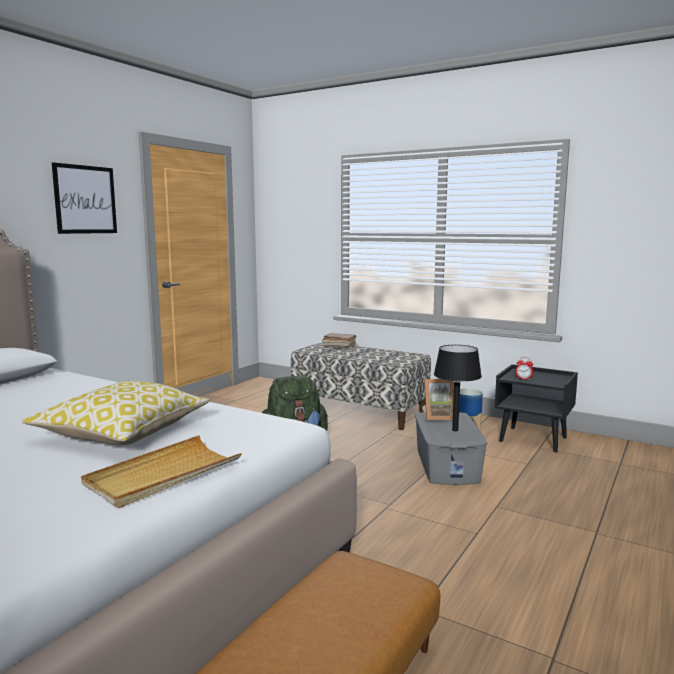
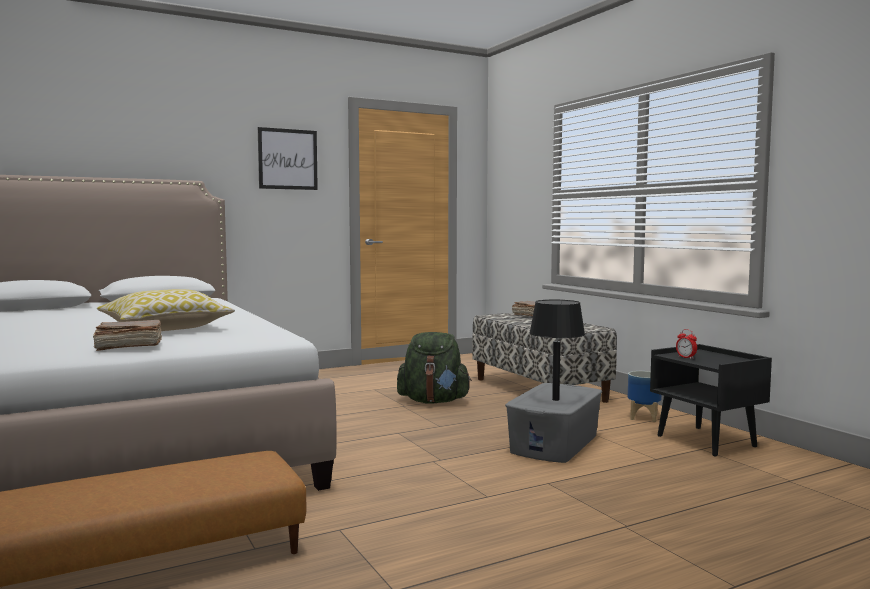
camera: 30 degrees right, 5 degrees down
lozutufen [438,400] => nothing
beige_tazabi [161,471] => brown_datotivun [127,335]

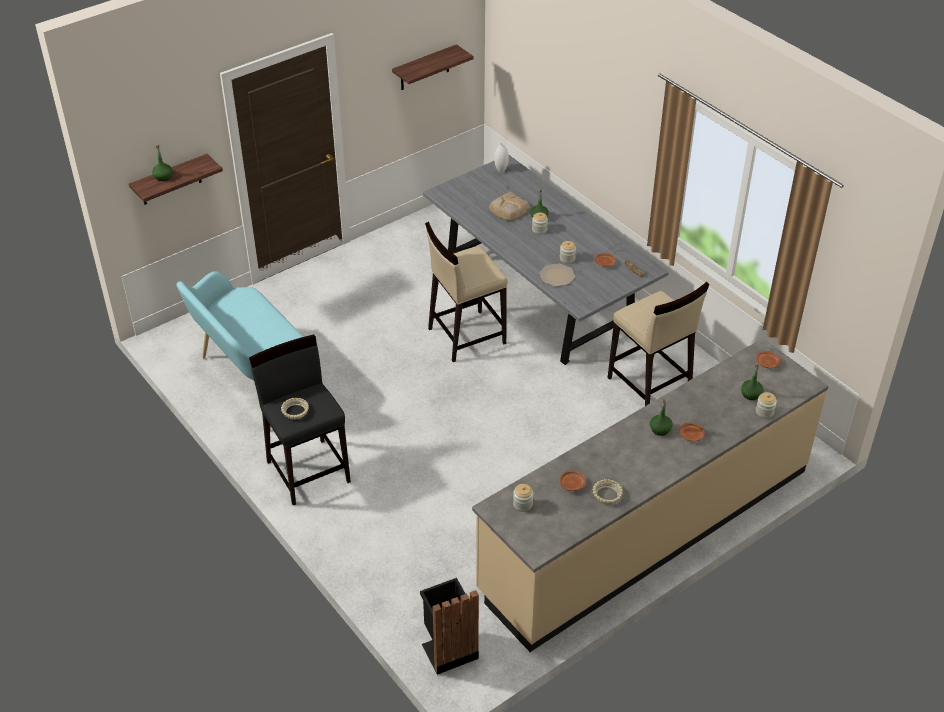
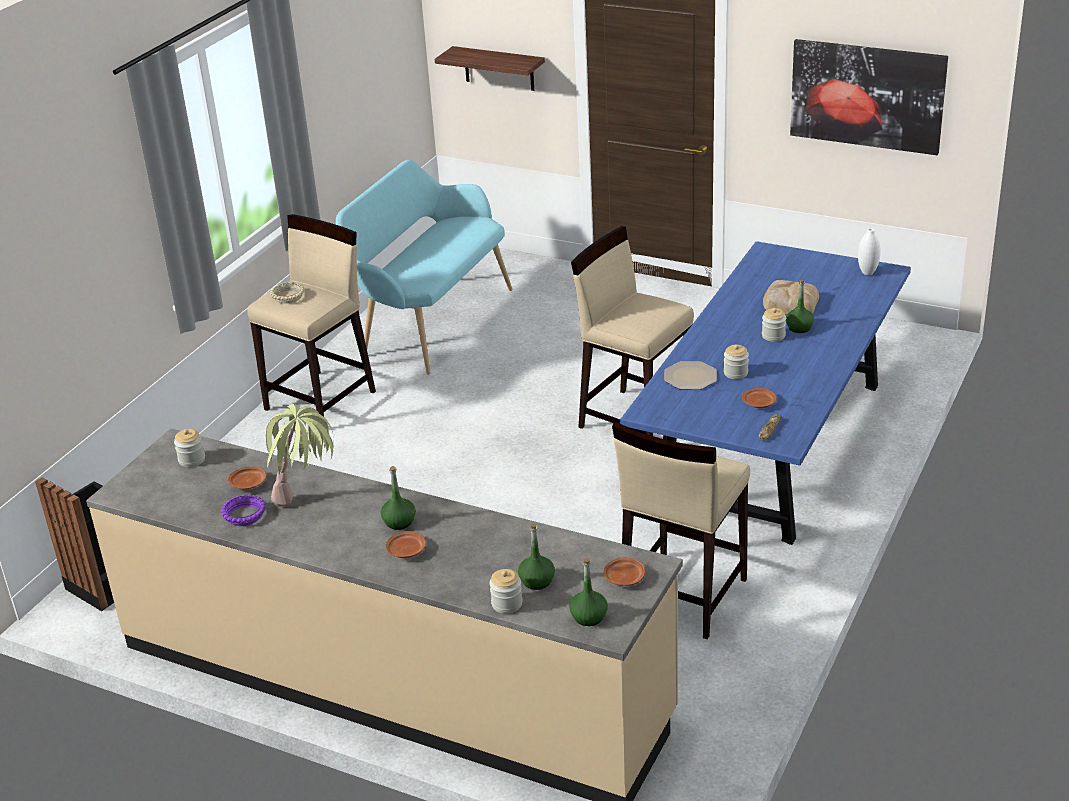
camera: 65 degrees right, 10 degrees down
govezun [433,67] => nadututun [869,97]
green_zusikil [162,163] => green_zusikil [588,592], moved
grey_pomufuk [546,260] => blue_pomufuk [765,393]
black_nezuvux [300,419] => beige_nezuvux [311,315]
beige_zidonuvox [607,491] => purple_zidonuvox [243,510]
nothing => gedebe [299,455]

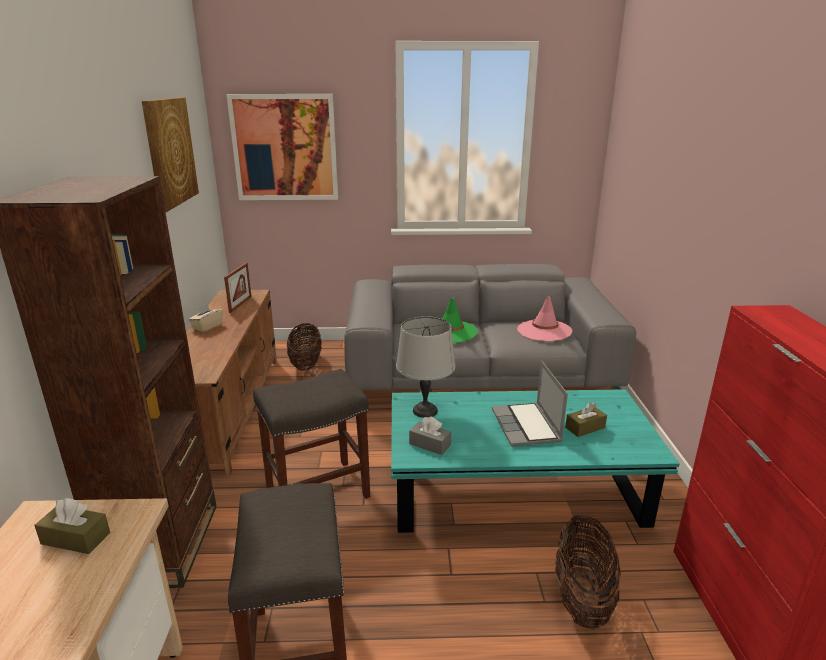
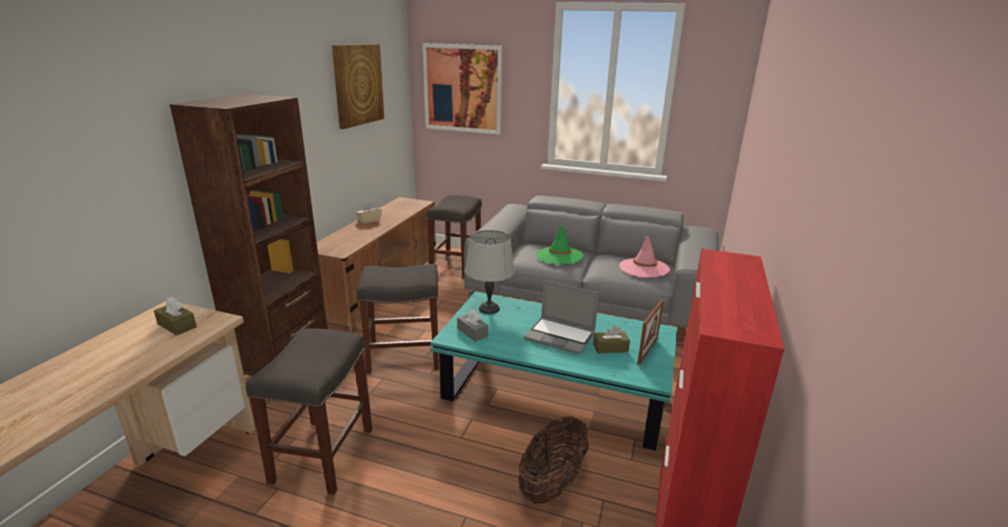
camera: 20 degrees right, 0 degrees up
lozutufen [238,288] => lozutufen [650,332], moved
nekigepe [304,347] => grey_nezuvux [454,237]
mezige [530,403] => mezige [561,317], 75 degrees counterclockwise

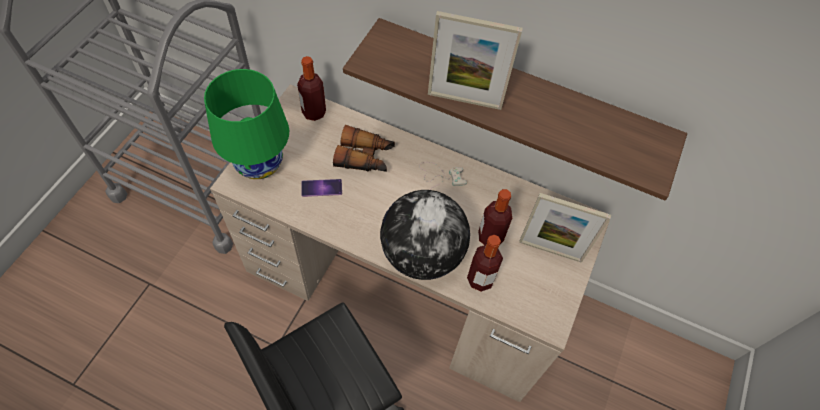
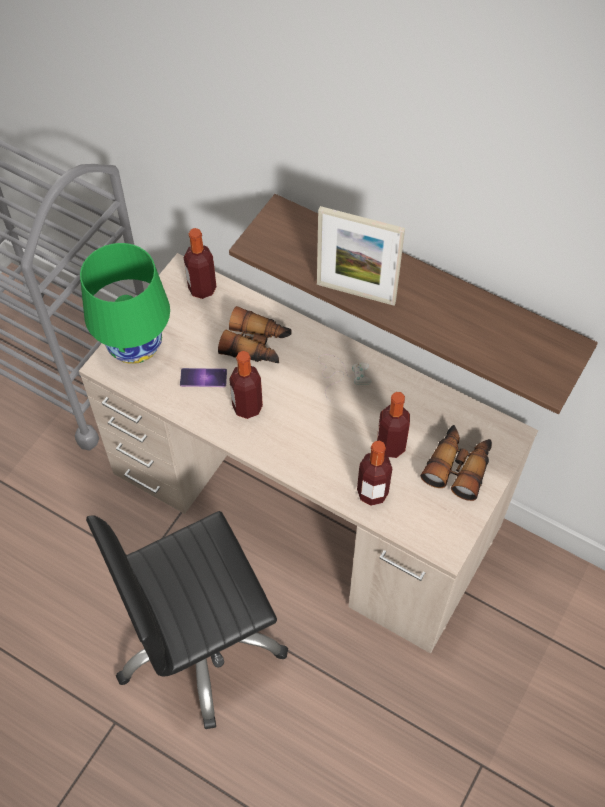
camera: 10 degrees right, 0 degrees up
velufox [425,235] => nothing
lozutufen [565,228] => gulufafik [456,463]
nothing => zusikil [246,385]

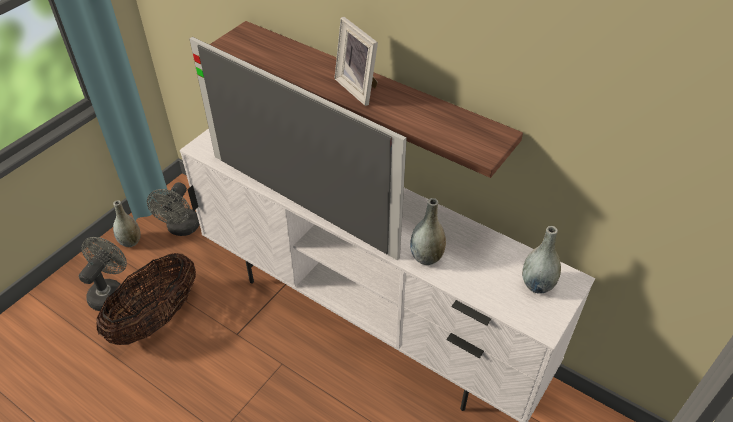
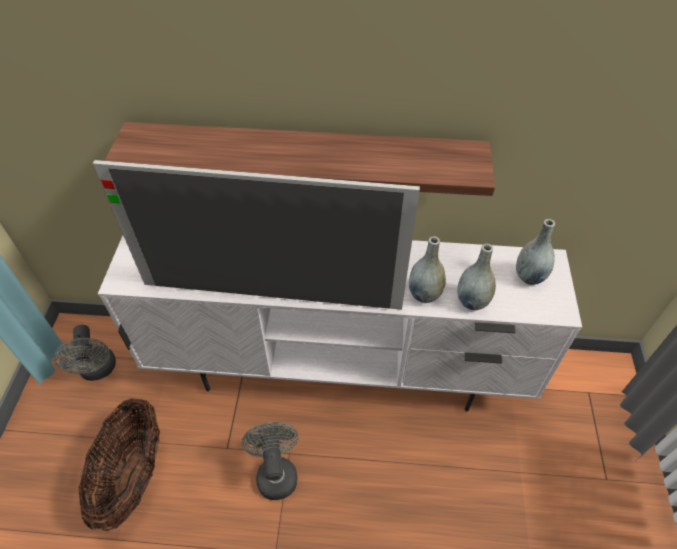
camera: 30 degrees left, 5 degrees up
lozutufen [356,61] => nothing
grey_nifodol [127,223] => grey_nifodol [476,277], moved
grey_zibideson [103,274] => grey_zibideson [270,461], moved

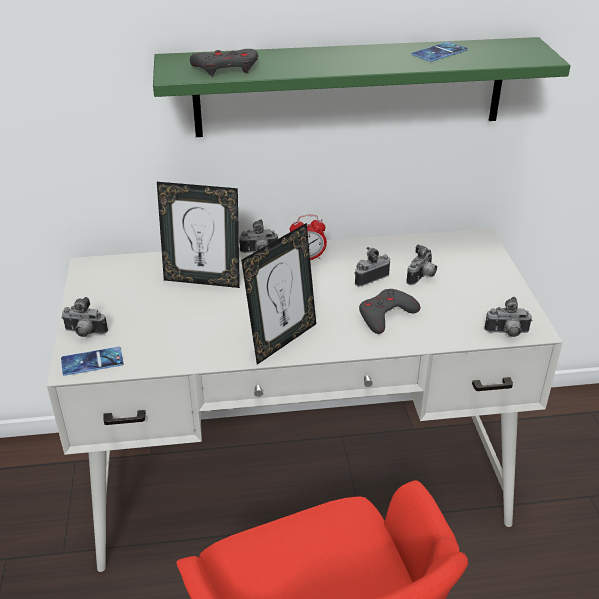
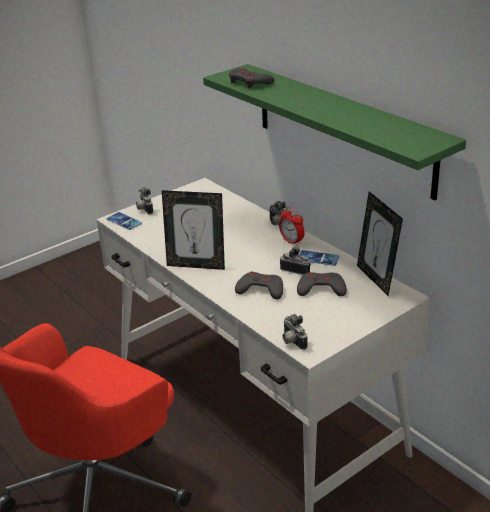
camera: 60 degrees right, 5 degrees down
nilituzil [440,52] => nilituzil [319,258], moved
lozutufen [198,235] => lozutufen [380,243], moved
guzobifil [421,264] => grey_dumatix [322,284]

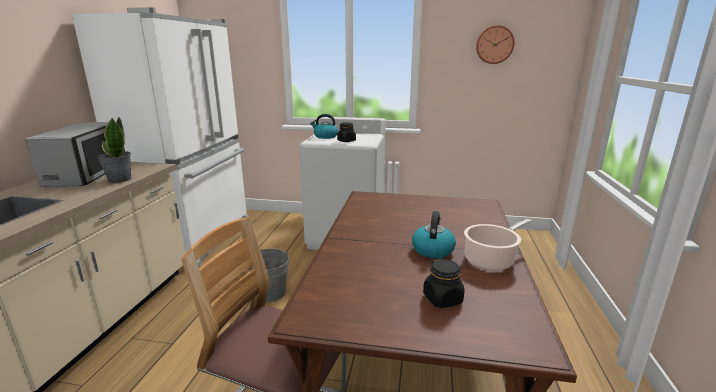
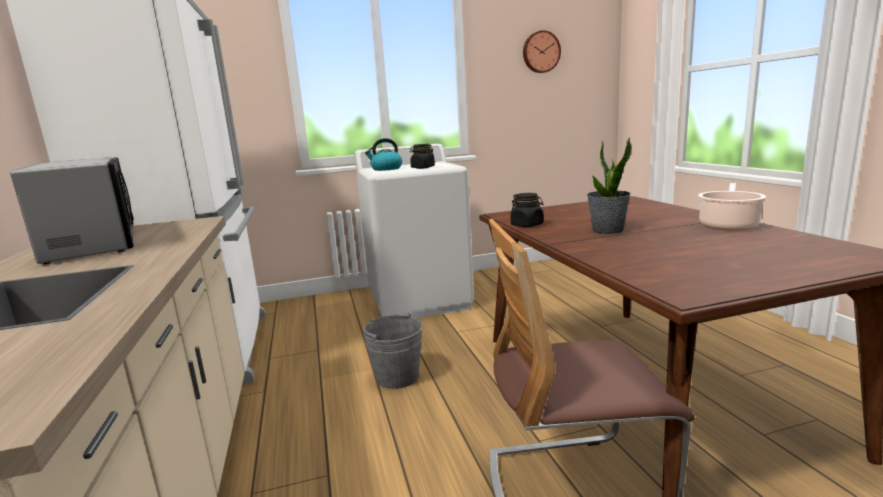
camera: 25 degrees left, 5 degrees down
gedebe [114,150] => gedebe [609,185], moved
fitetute [434,234] => nothing
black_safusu [444,283] => black_safusu [527,210], moved

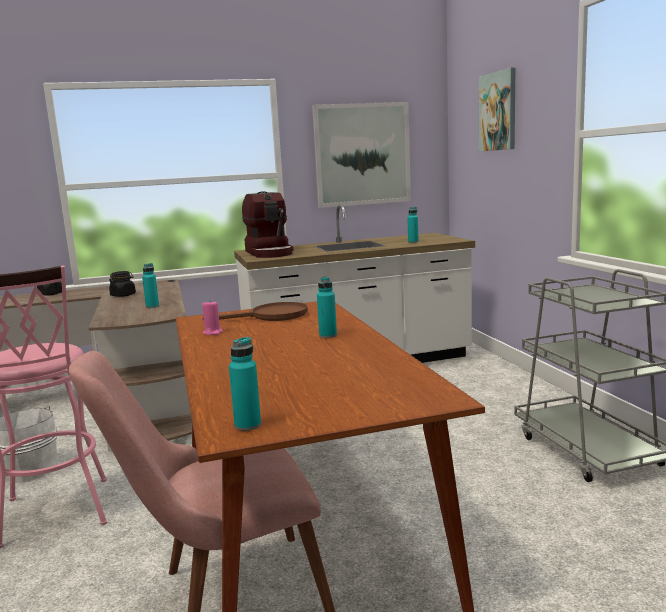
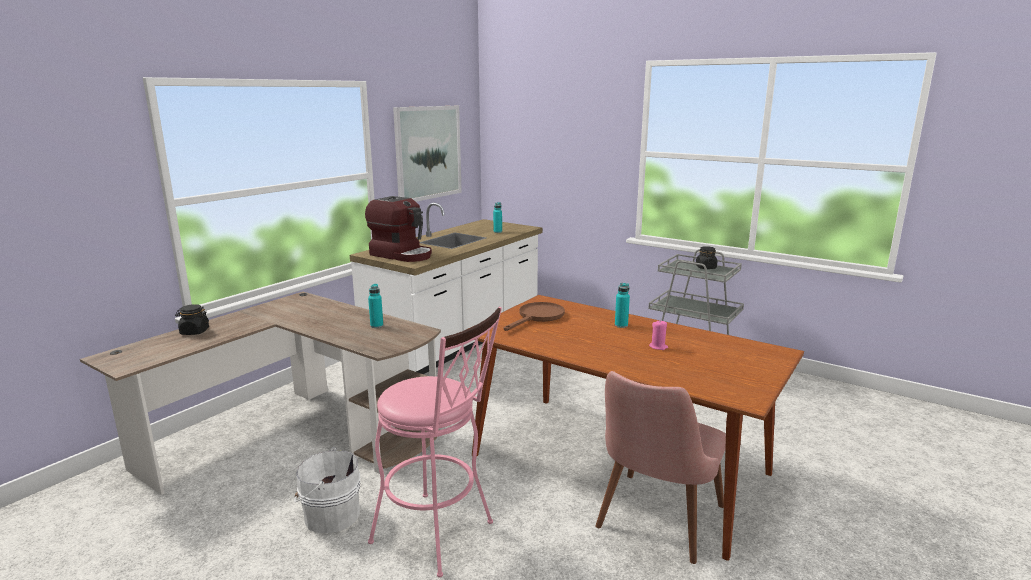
camera: 40 degrees left, 5 degrees up
nadututun [497,109] => nothing
black_safusu [122,284] => black_safusu [706,257], moved
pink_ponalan [212,318] => pink_ponalan [658,335], moved
turquoise_zusikil [245,384] => nothing

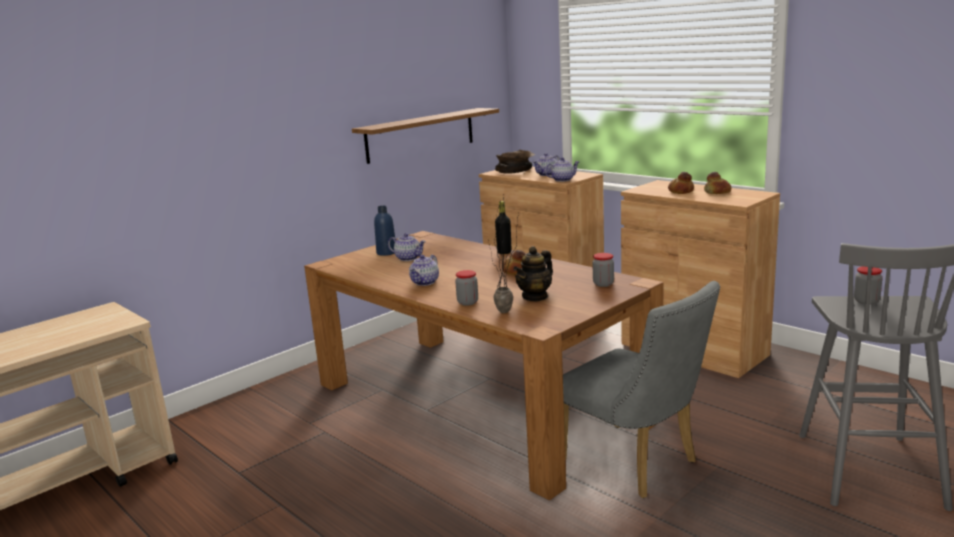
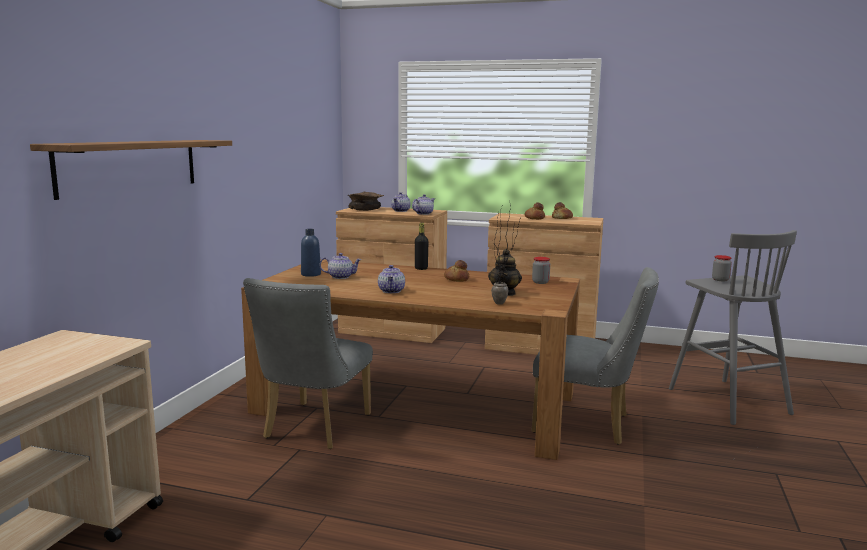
camera: 30 degrees left, 5 degrees down
govezun [425,136] => govezun [131,170], moved
safusu [466,288] => nothing
nothing => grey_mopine [308,363]

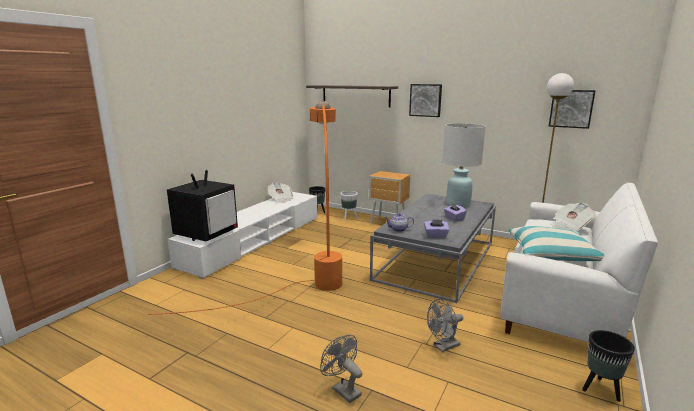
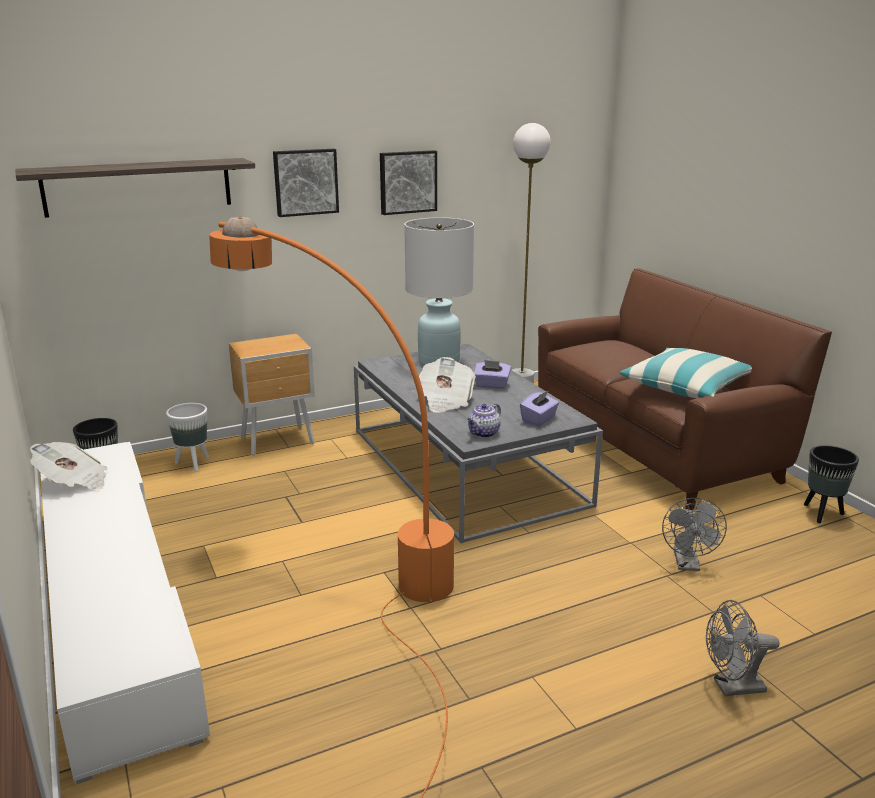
camera: 55 degrees left, 5 degrees up
nadututun [572,109] => nadututun [408,182], moved
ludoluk [202,206] => nothing
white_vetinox [579,262] => brown_vetinox [685,389]
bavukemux [574,217] => bavukemux [447,385], moved

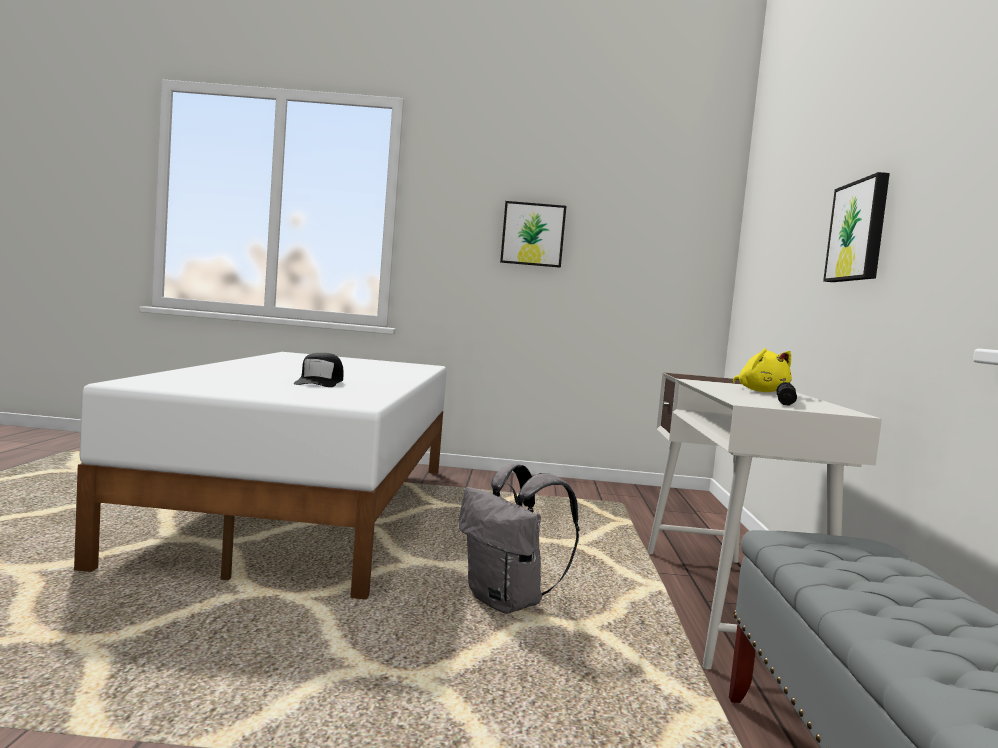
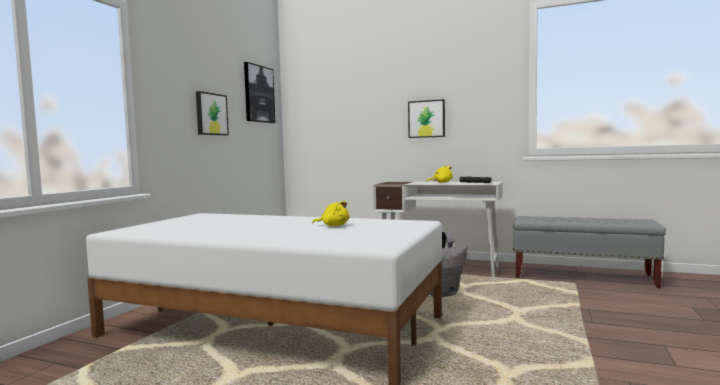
camera: 70 degrees left, 0 degrees up
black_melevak [318,370] => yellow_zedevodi [330,213]
nothing => nadututun [259,92]

